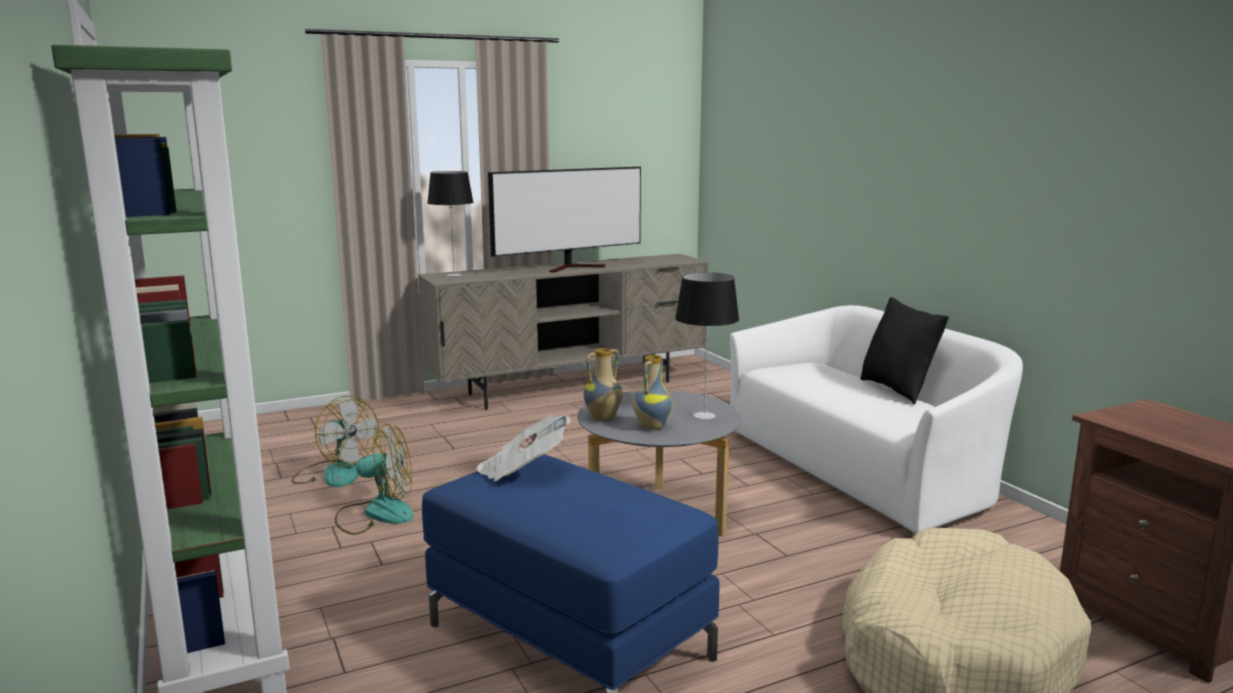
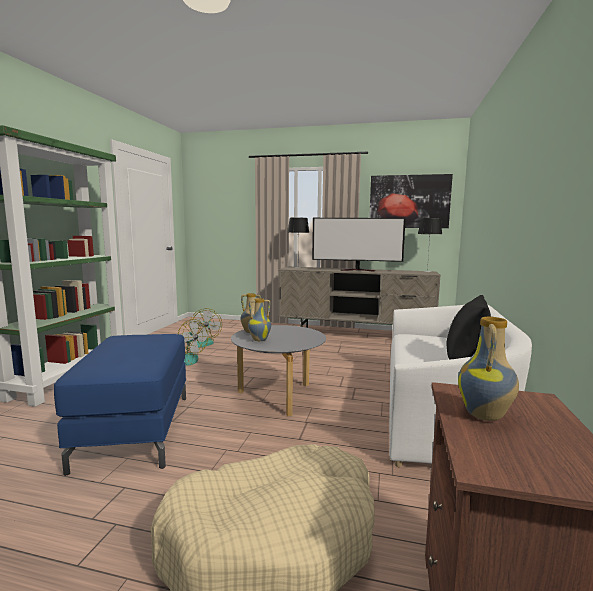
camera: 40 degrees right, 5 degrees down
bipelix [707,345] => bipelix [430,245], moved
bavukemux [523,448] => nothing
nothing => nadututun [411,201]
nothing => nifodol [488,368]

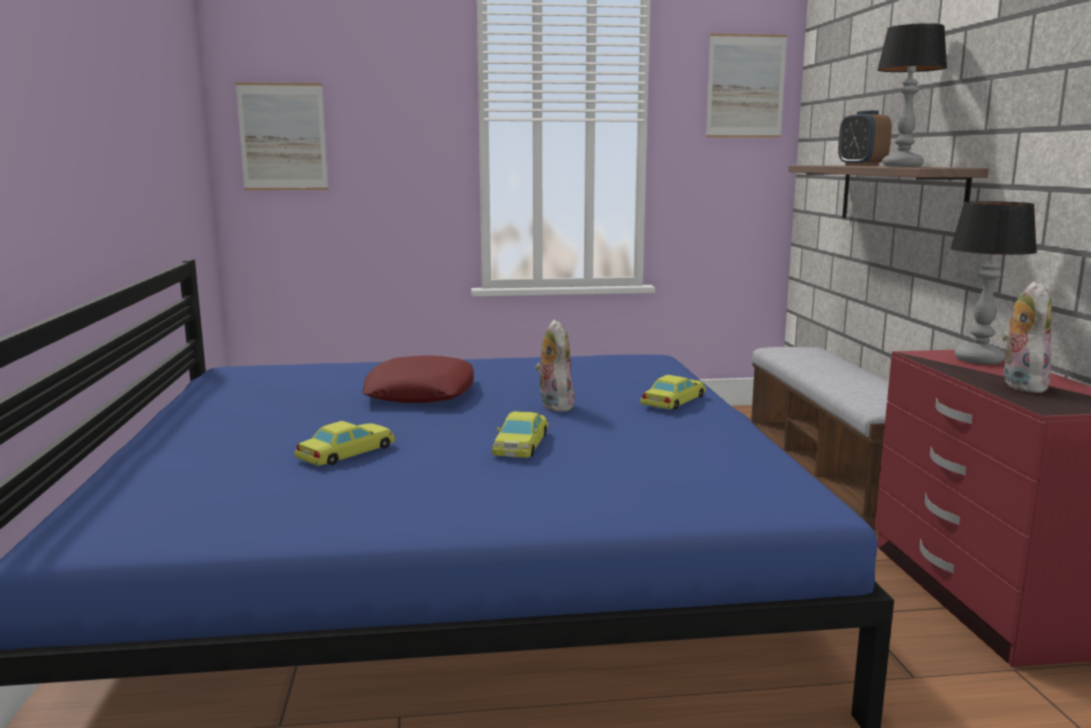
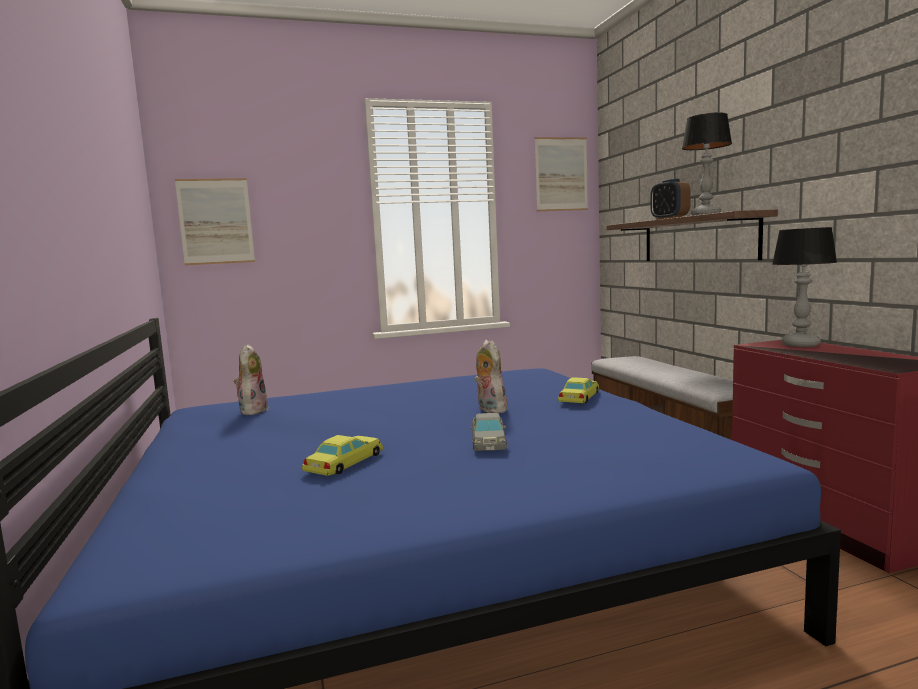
camera: 10 degrees left, 5 degrees down
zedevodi [1026,337] => zedevodi [251,379], moved
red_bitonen [418,379] => nothing
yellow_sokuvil [520,434] => grey_sokuvil [489,432]

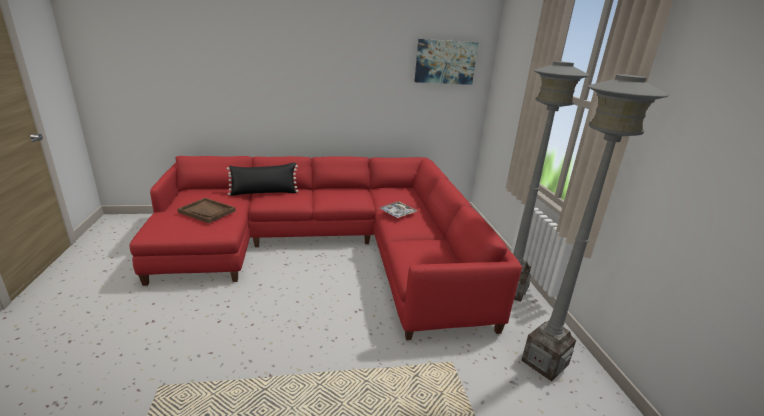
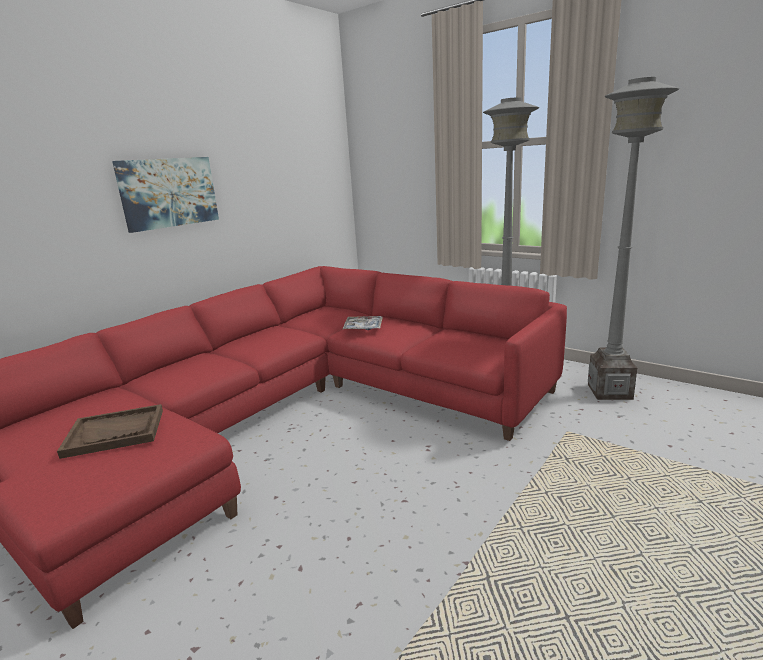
camera: 40 degrees left, 5 degrees down
nadututun [446,62] => nadututun [165,195], moved
black_bitonen [262,179] => nothing

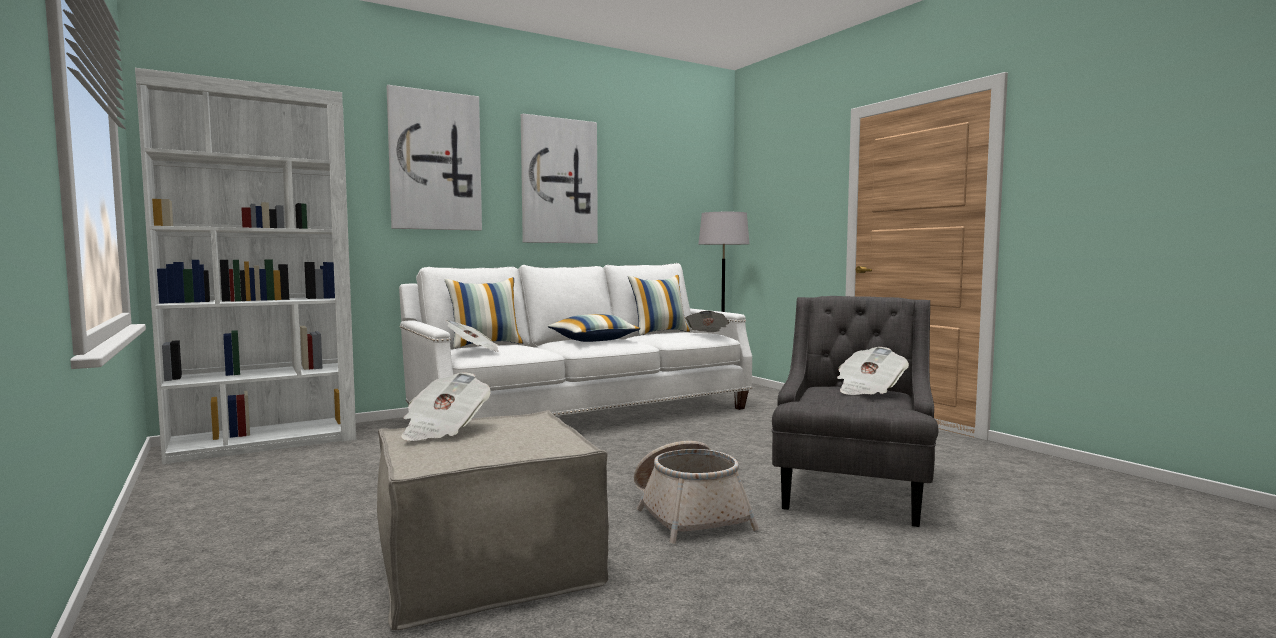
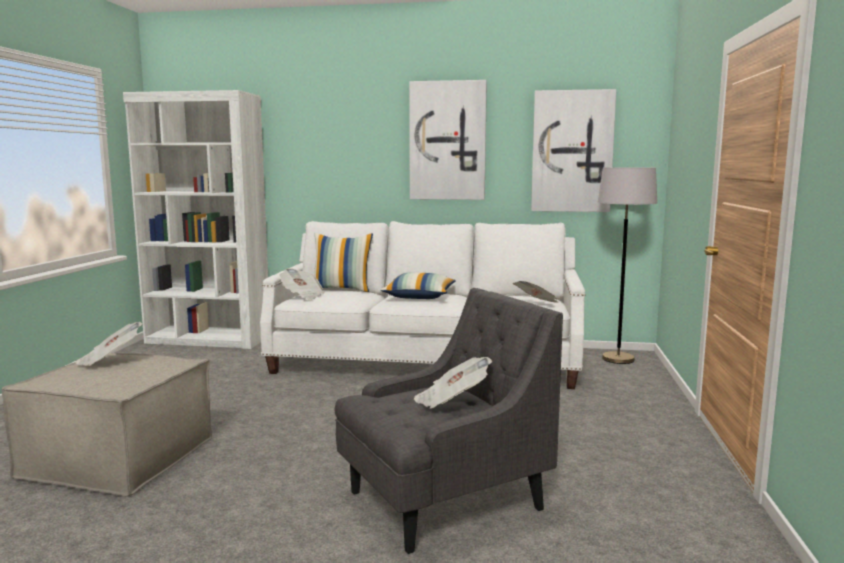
camera: 40 degrees right, 5 degrees up
nadututun [434,158] => nadututun [573,150], moved
bitonen [659,305] => nothing
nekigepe [696,492] => nothing

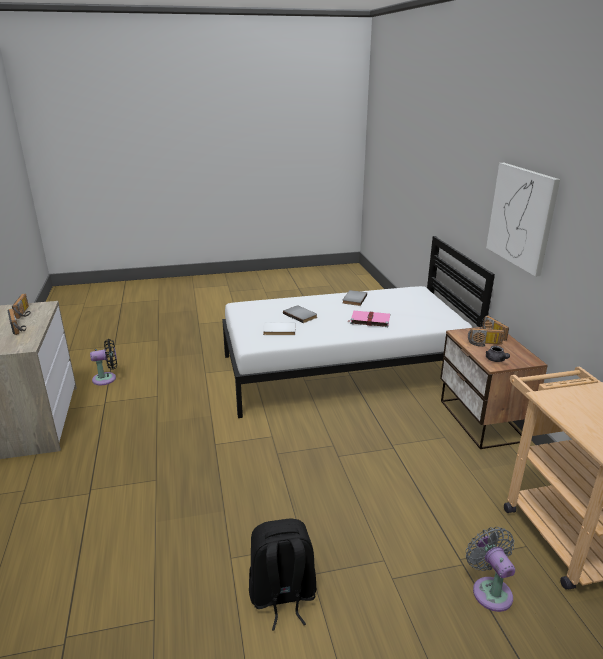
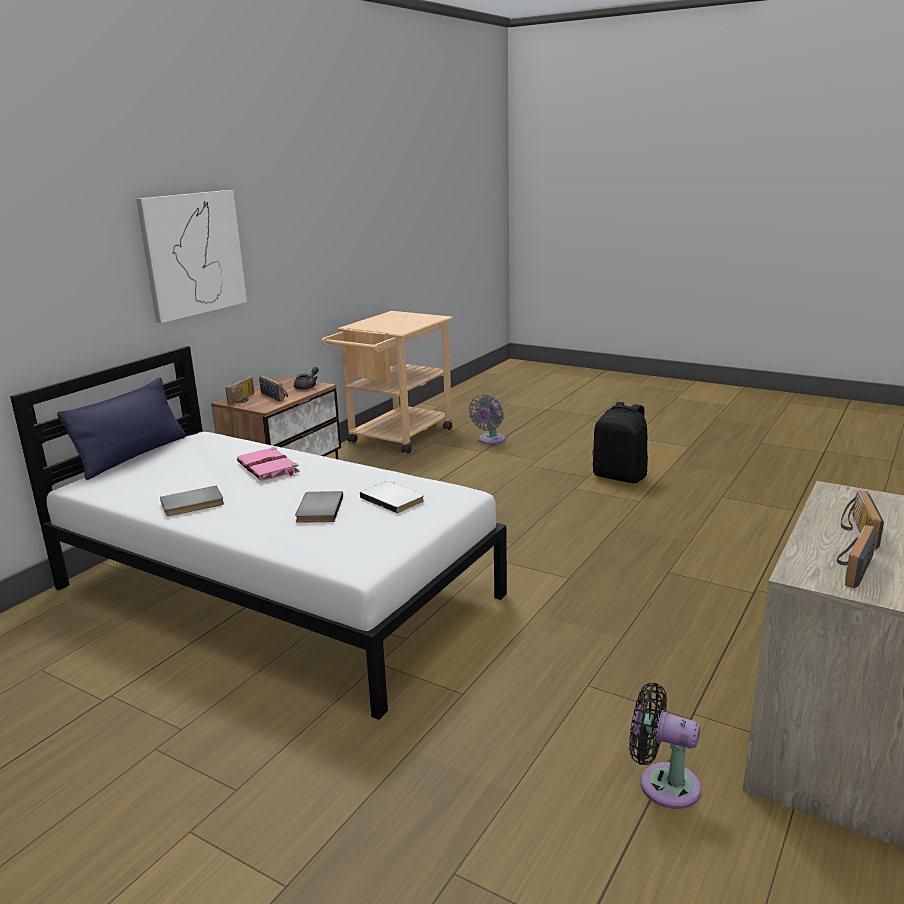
camera: 135 degrees left, 5 degrees down
nothing => blue_bitonen [121,428]

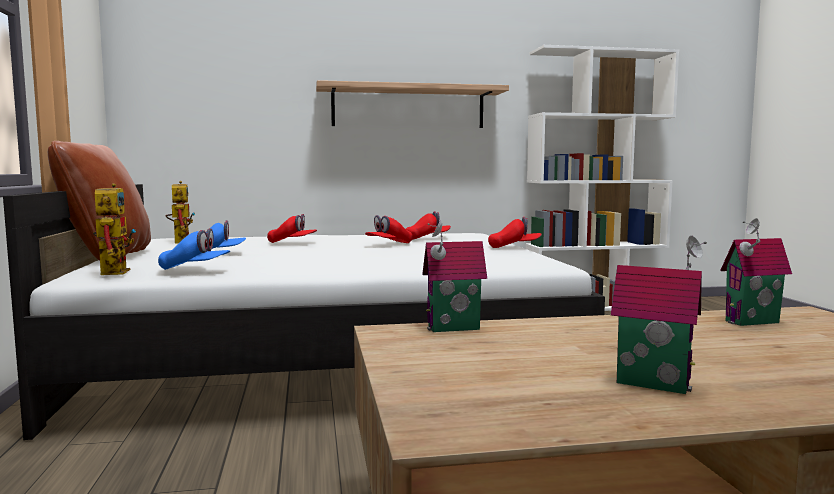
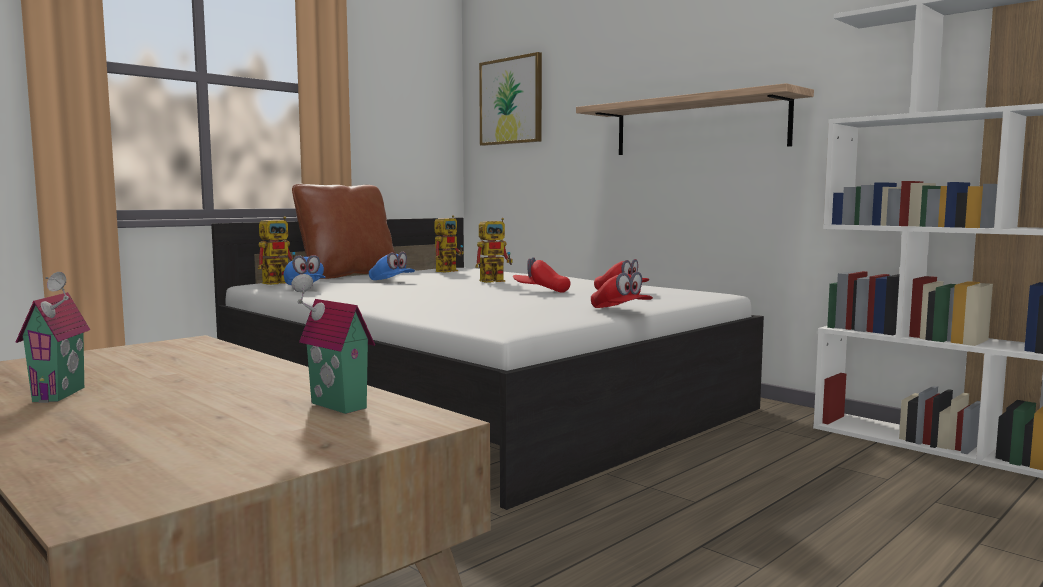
camera: 55 degrees right, 0 degrees up
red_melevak [292,228] => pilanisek [494,250]
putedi [454,276] => nothing
nothing => nadututun [510,99]

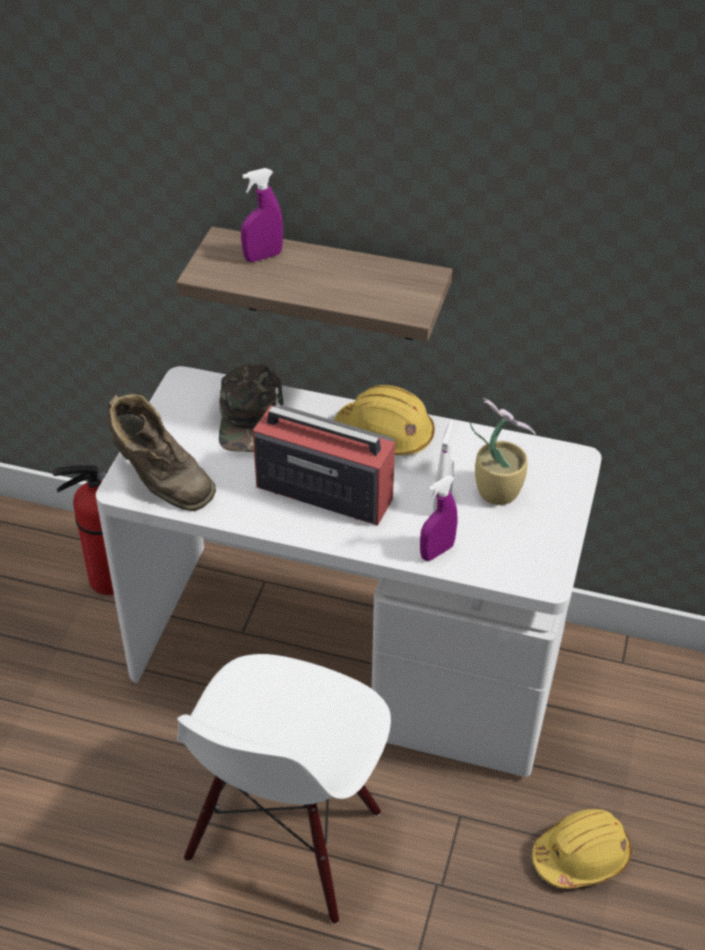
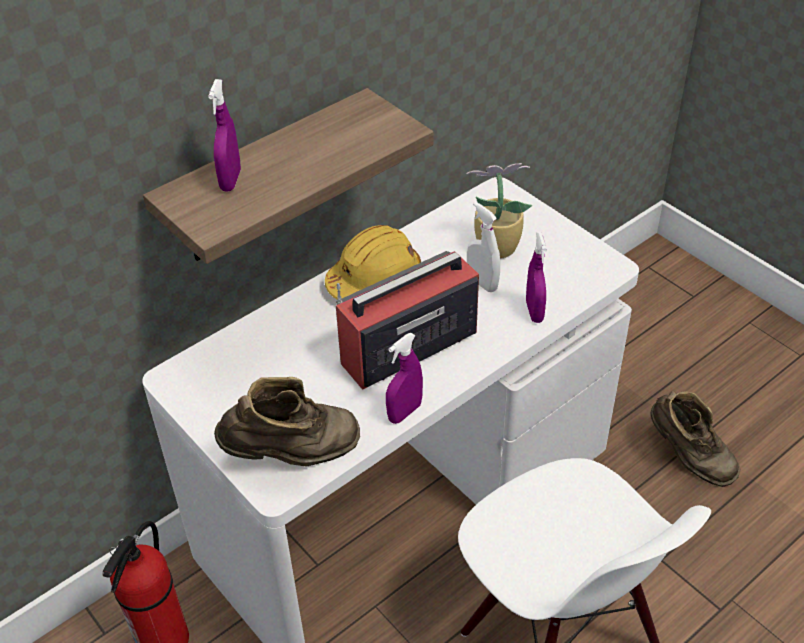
camera: 55 degrees left, 0 degrees up
green_melevak [251,408] => nothing
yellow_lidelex [582,849] => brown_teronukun [696,439]
nothing => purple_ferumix [404,378]

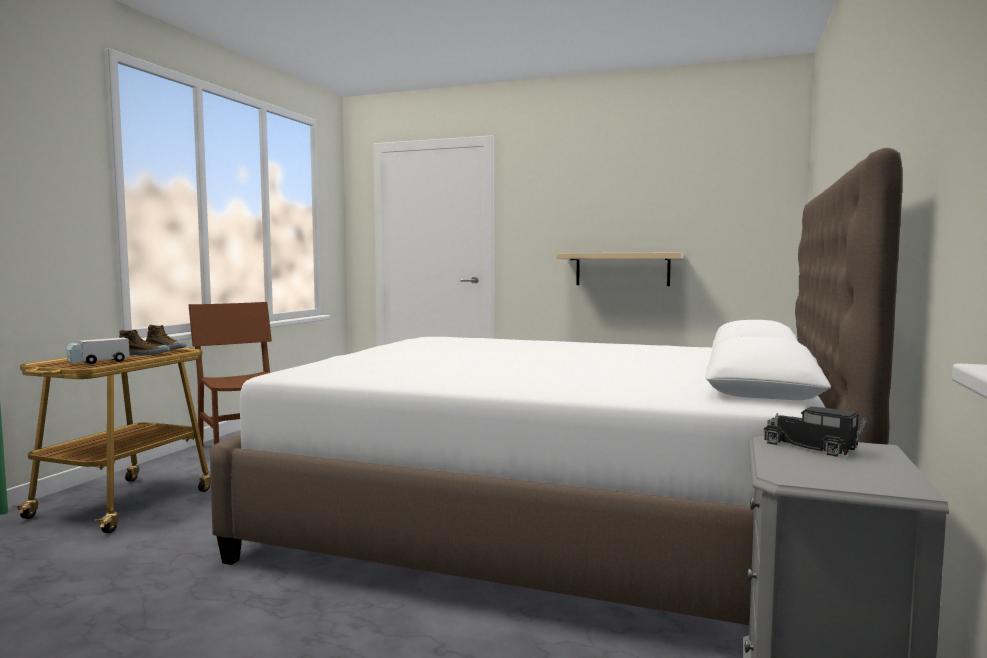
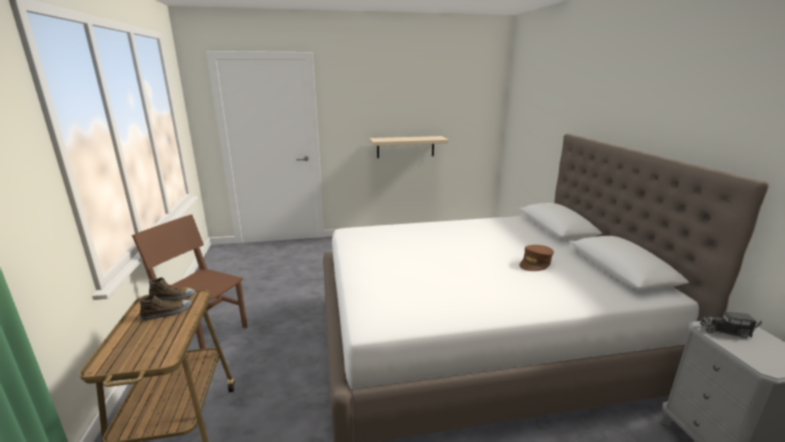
camera: 30 degrees left, 15 degrees up
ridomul [98,351] => nothing
nothing => brown_melevak [537,258]

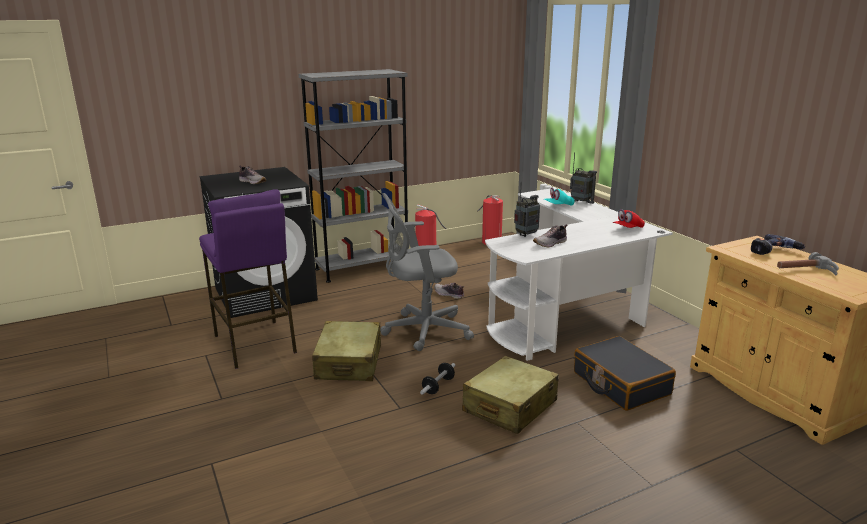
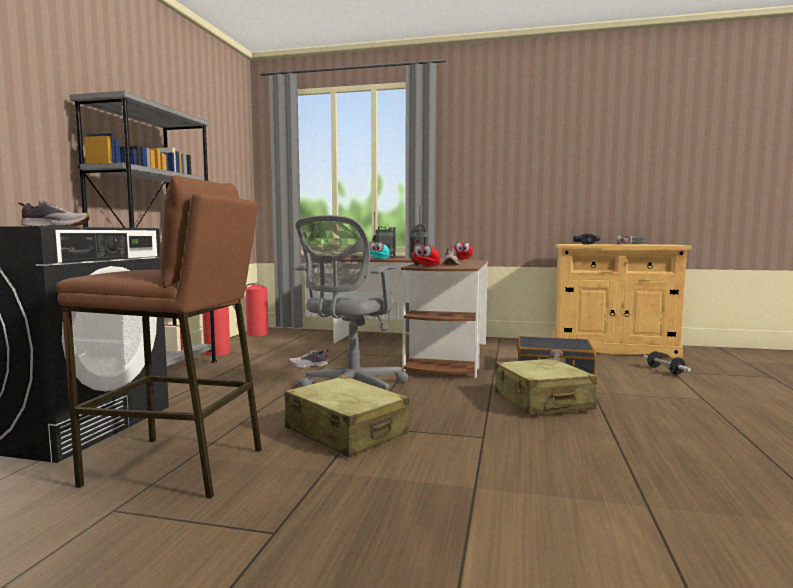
camera: 50 degrees left, 15 degrees down
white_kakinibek [579,274] => brown_kakinibek [410,317]
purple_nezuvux [248,279] => brown_nezuvux [159,337]
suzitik [438,379] => suzitik [667,363], moved
nothing => red_melevak [425,255]

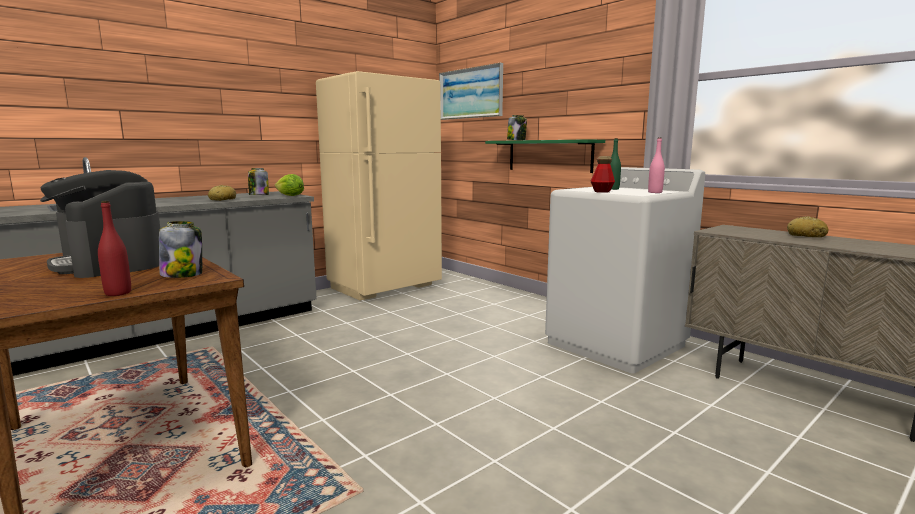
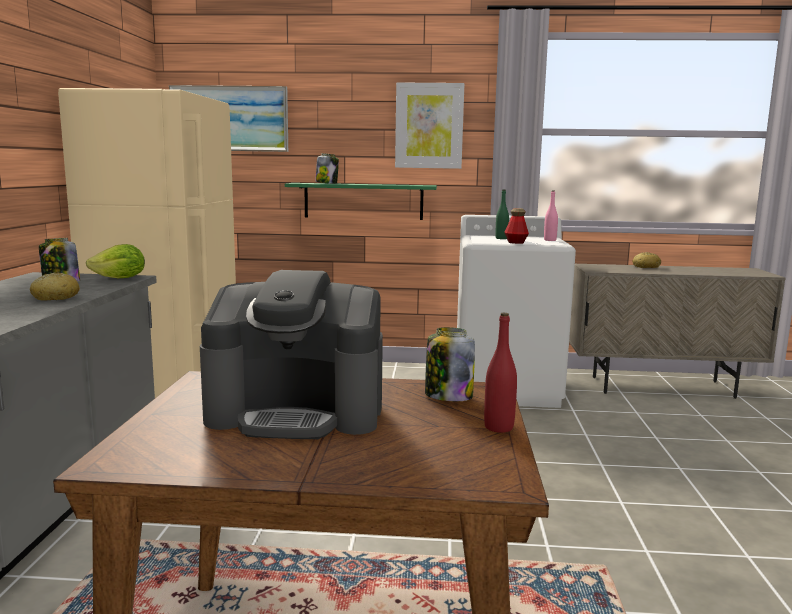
camera: 45 degrees left, 0 degrees up
nothing => nadututun [430,125]

